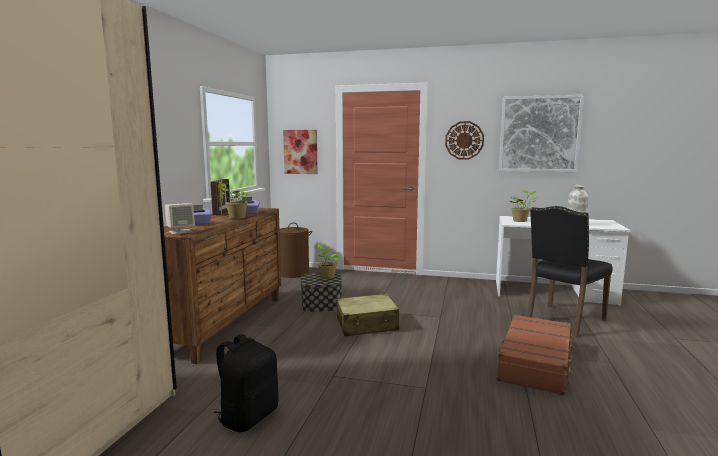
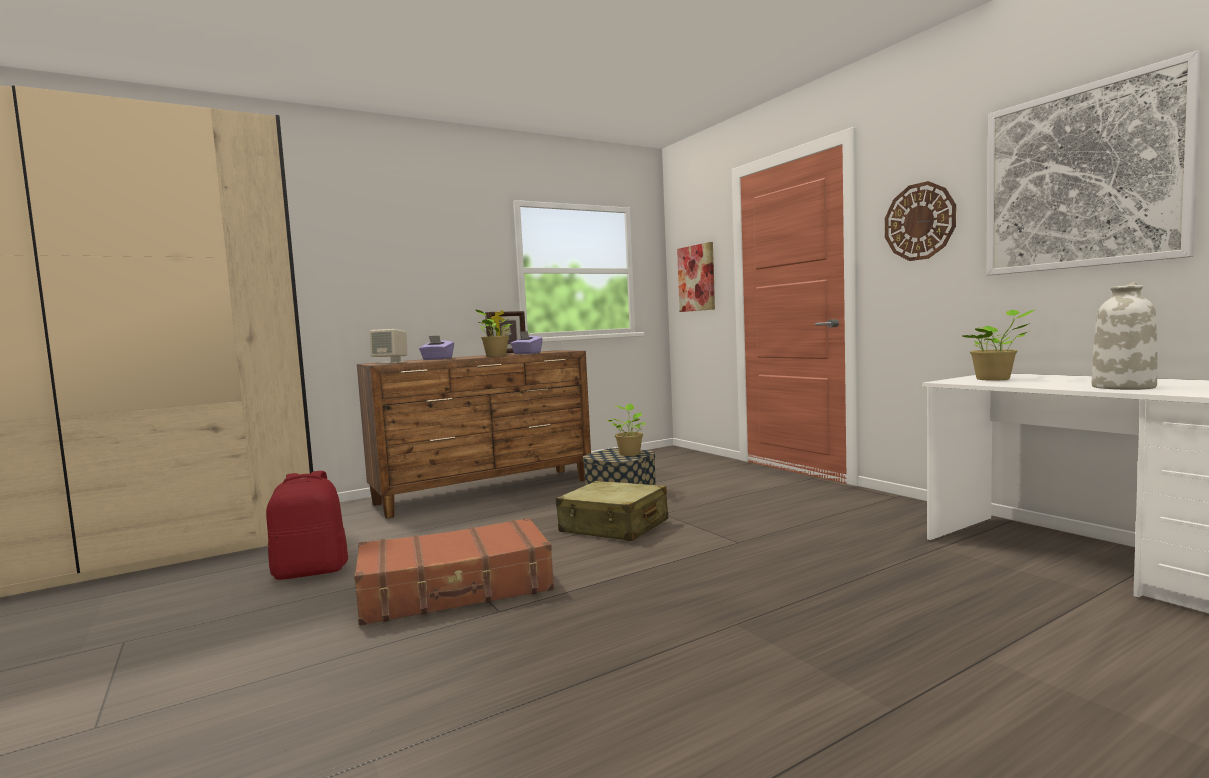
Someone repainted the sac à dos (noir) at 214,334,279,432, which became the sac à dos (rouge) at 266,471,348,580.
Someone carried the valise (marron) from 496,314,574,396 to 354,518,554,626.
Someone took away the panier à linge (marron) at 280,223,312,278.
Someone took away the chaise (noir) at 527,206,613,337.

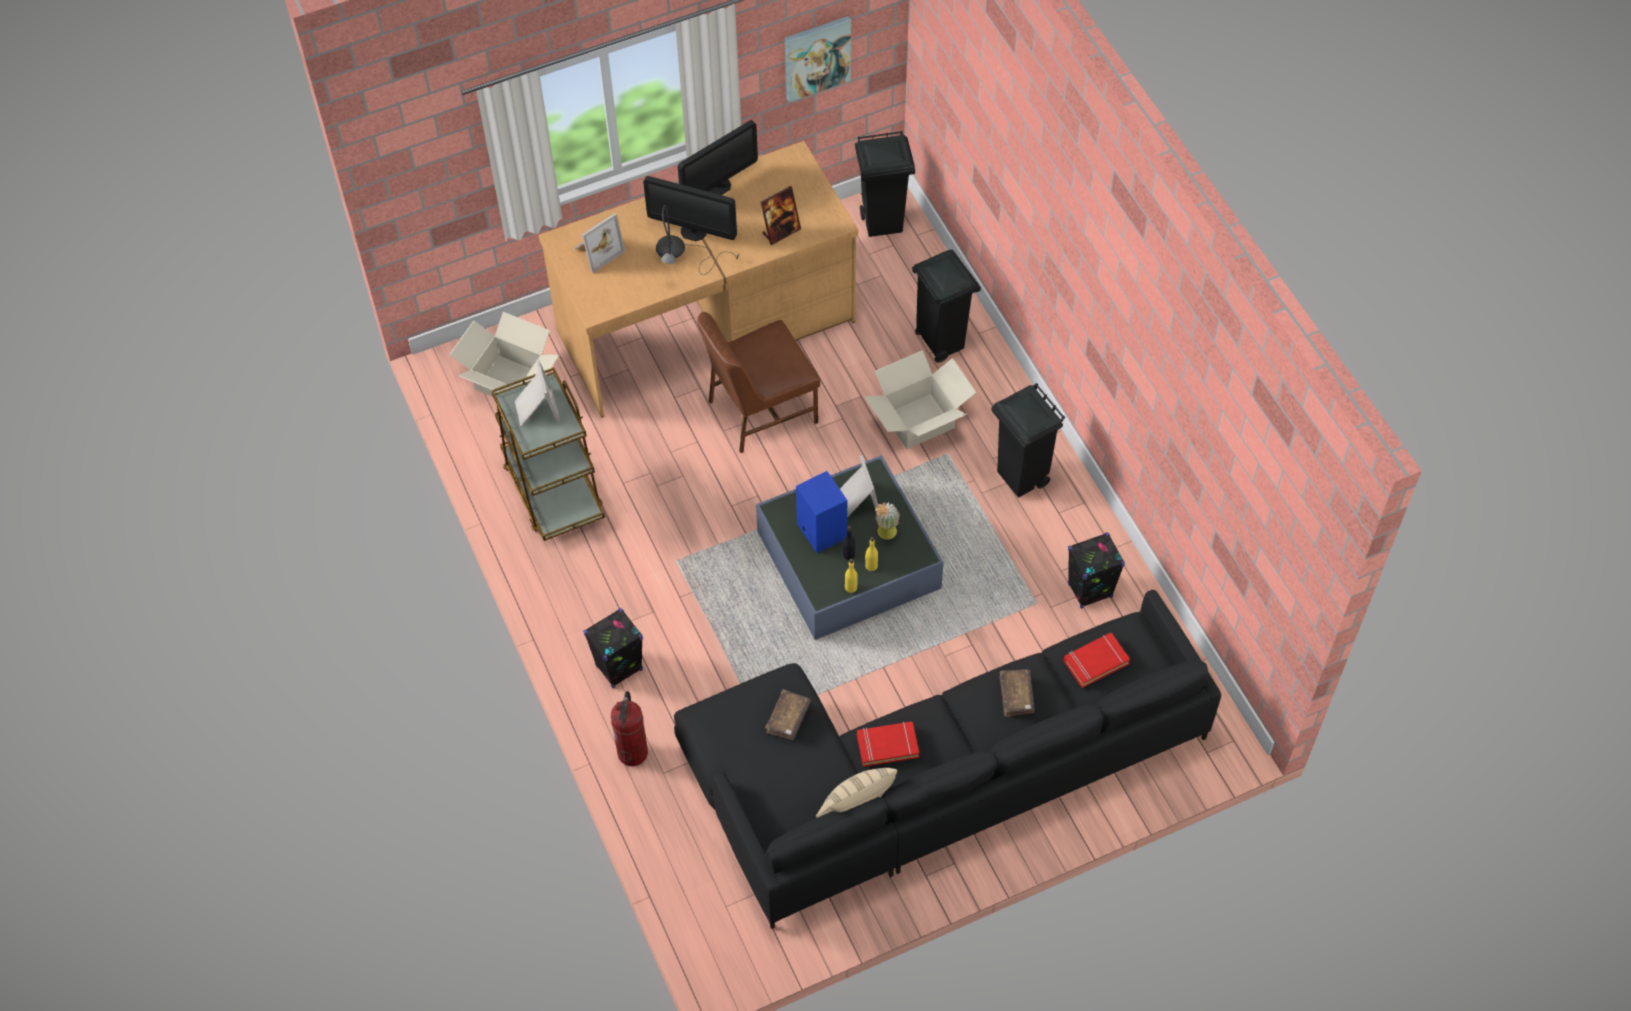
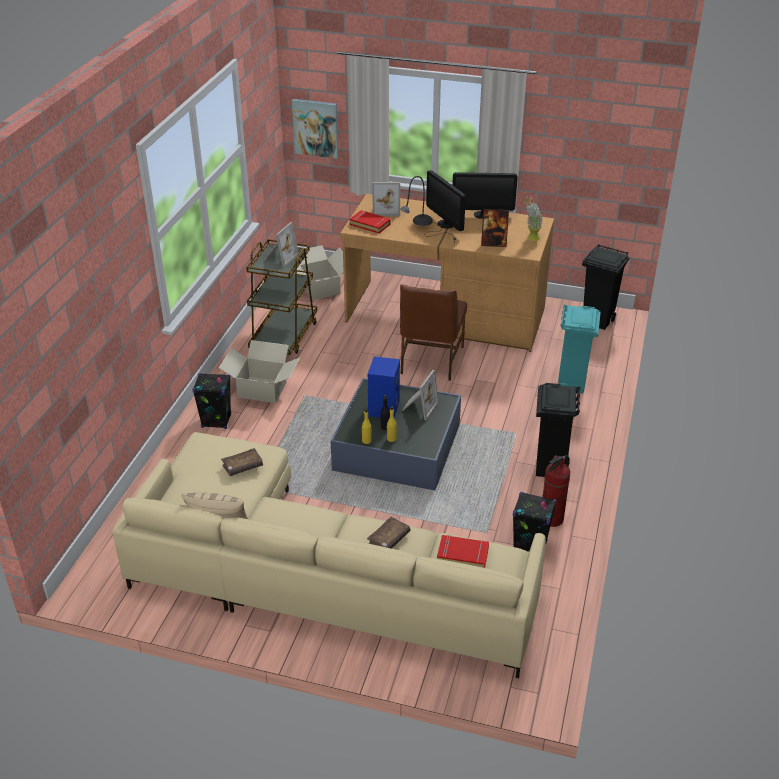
Someone repainted the canapé (noir) at 674,590,1221,929, which became the canapé (beige) at 112,432,546,679.
Someone carried the carton from 865,350,977,449 to 219,340,300,403.
Someone carried the tableau from 785,16,851,102 to 292,99,338,159.
Someone carried the livre (rouge) from 857,721,920,767 to 349,210,391,233.
Someone rotated the chaise (marron) at 697,312,821,453 by 90 degrees counterclockwise.
Someone carried the plante en pot from 875,502,900,540 to 523,197,543,241.
Someone carried the extincteur from 611,691,648,766 to 543,455,570,527.
Someone repainted the poubelle (noir) at 912,250,981,363, which became the poubelle (turquoise) at 558,304,601,394.

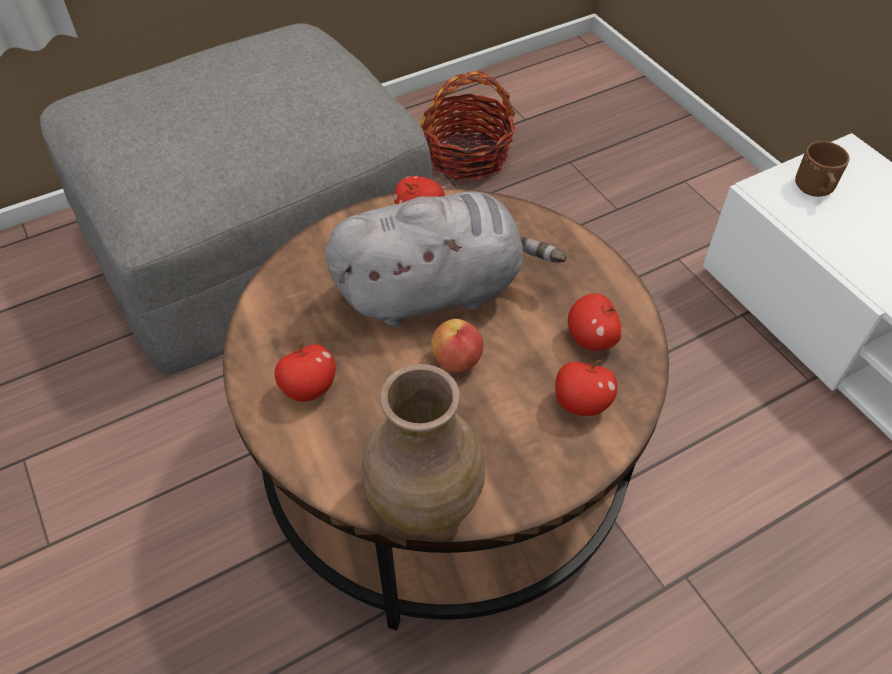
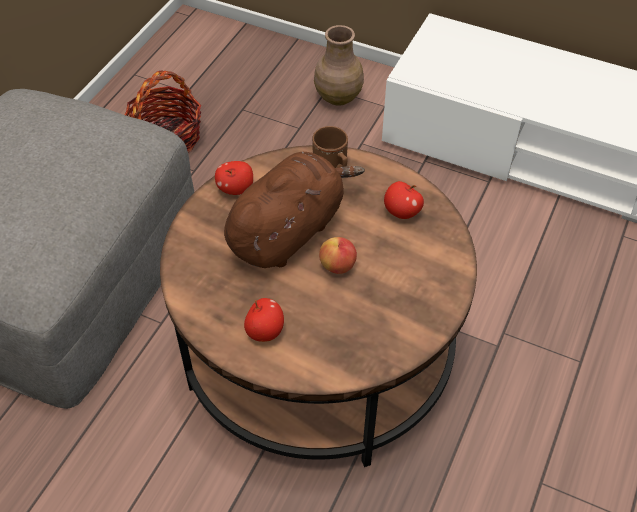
Someone repainted the peluche (gris) at 325,191,567,327, which became the peluche (marron) at 224,152,365,268.
Someone carried the mug (marron) from 795,141,850,197 to 312,126,348,168.
Someone carried the vase (marron) from 362,364,485,534 to 314,25,364,106.
Someone took away the pomme at 555,360,617,416.

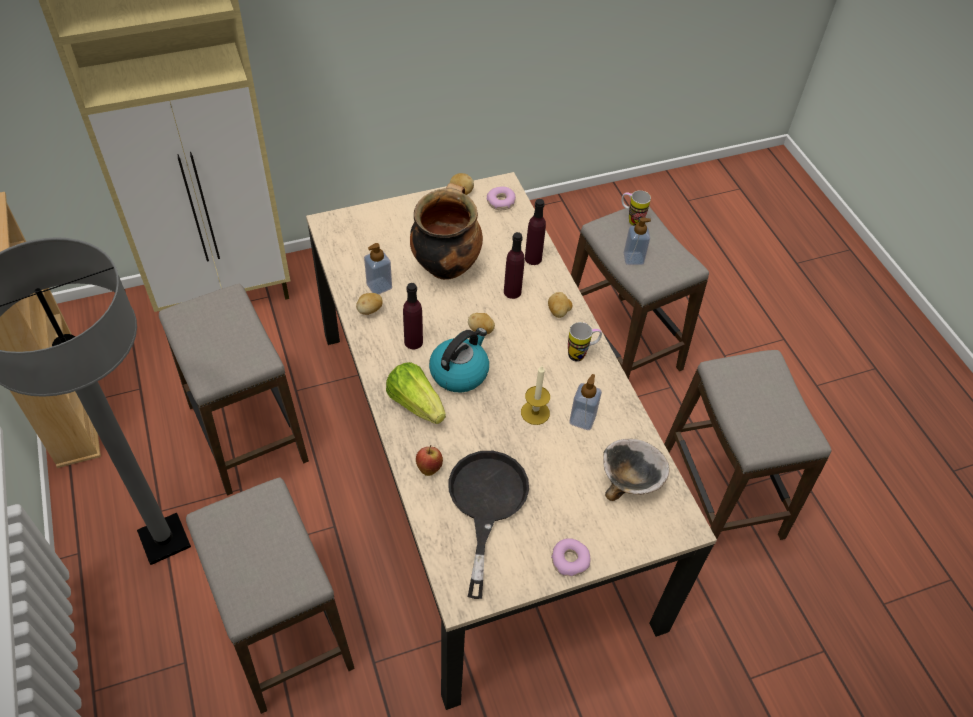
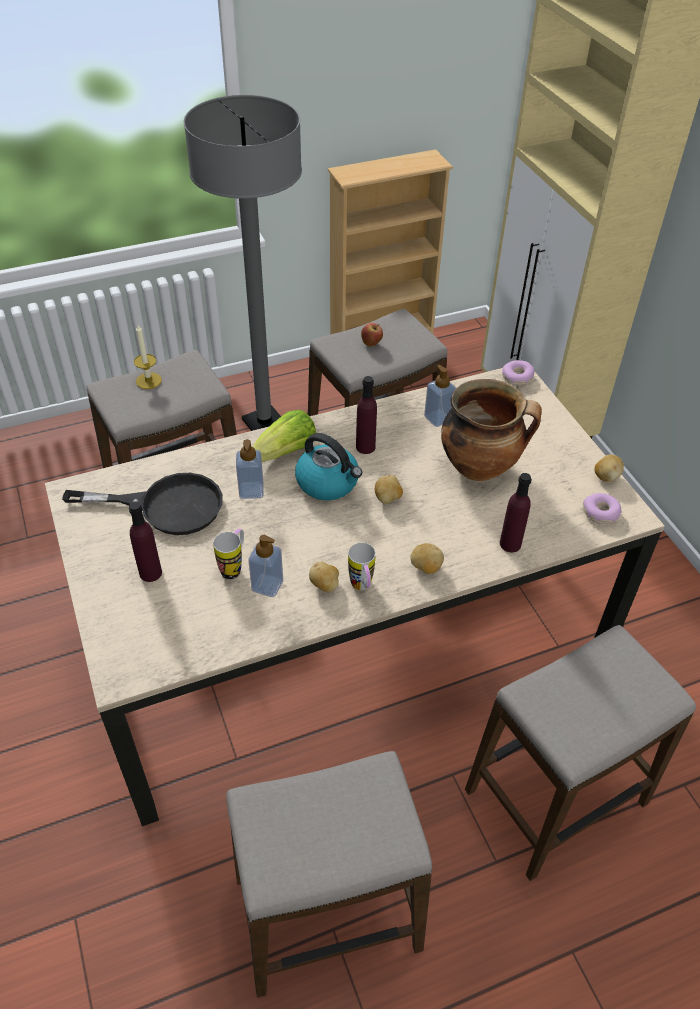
Someone carried the bouteille (violet) from 504,232,525,299 to 129,501,162,582.
Someone carried the bougie from 521,366,550,425 to 134,325,162,389.
Someone carried the mug from 622,190,651,226 to 213,529,244,579.
Someone carried the distributeur de savon from 624,217,651,265 to 236,439,264,499.
Someone carried the pomme de terre from 356,293,383,315 to 309,562,339,592.
Someone carried the pomme from 416,445,443,476 to 361,323,383,347.
Someone carried the beignet from 551,538,590,576 to 502,360,534,385.
Someone took away the bol at 603,439,669,501.

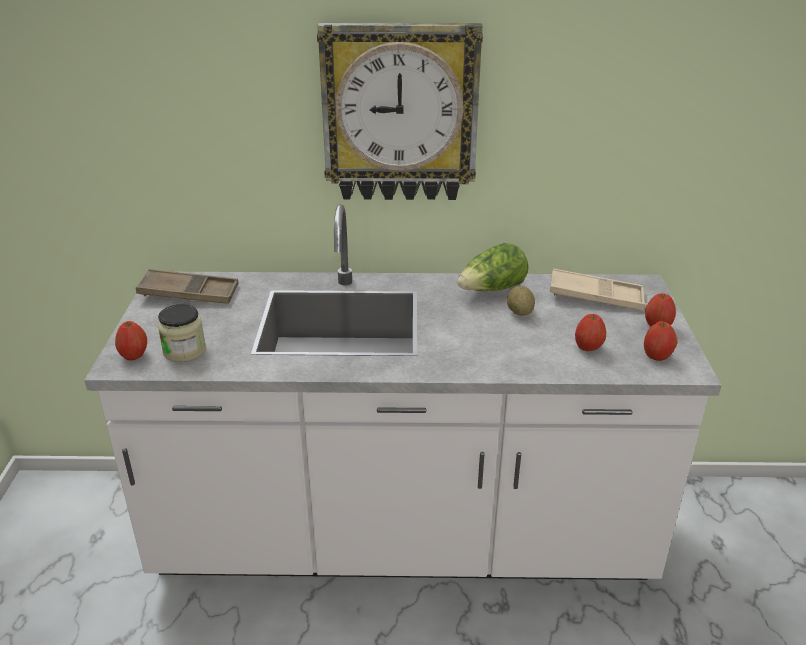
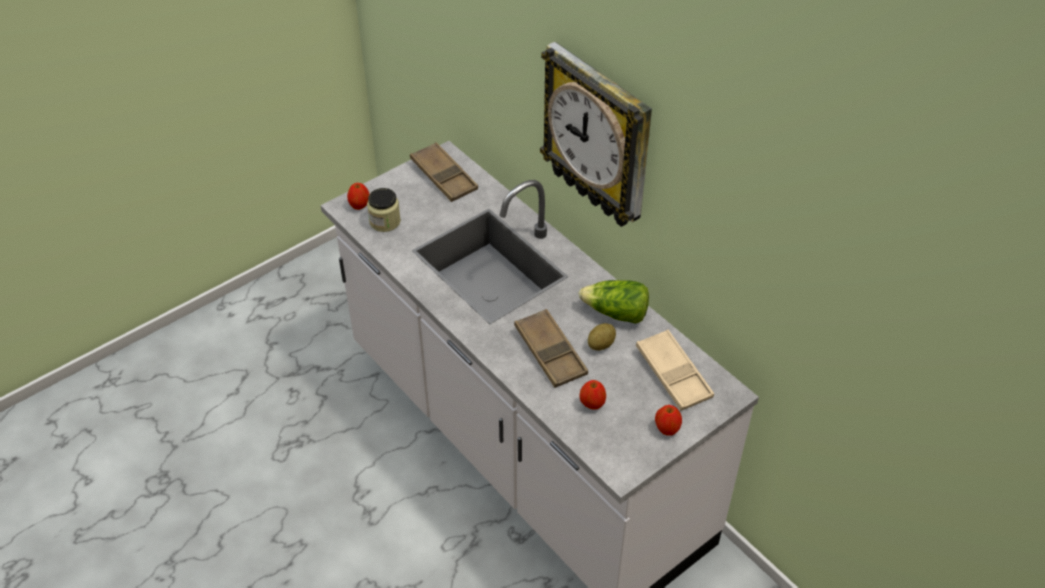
Someone put down the plateau (marron) at 514,309,588,388.
Someone took away the pomme at 644,321,677,361.

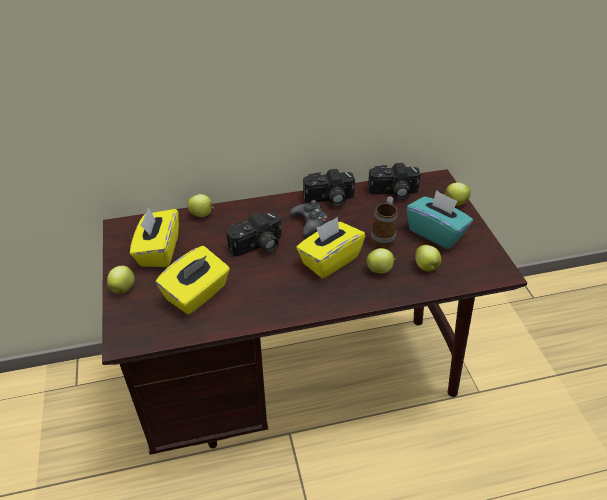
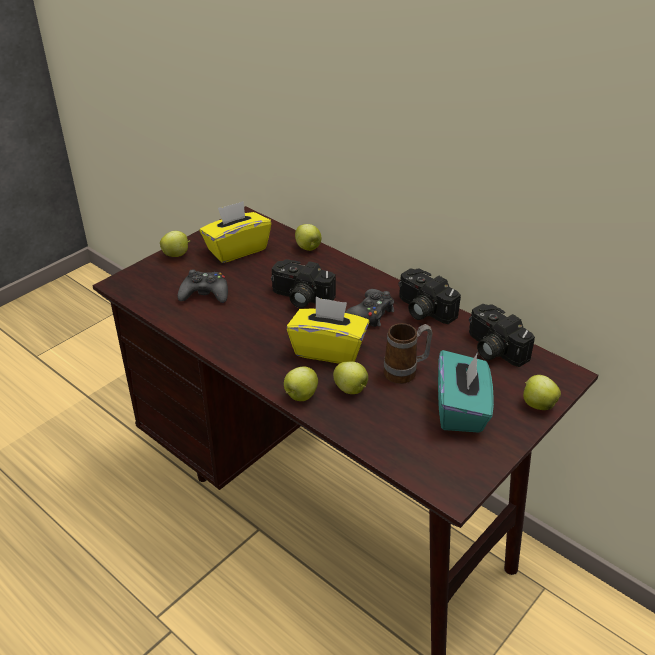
Someone swapped the boîte à mouchoirs (jaune) at 156,246,230,315 for the manette (noir) at 178,269,228,303.
Someone carried the pomme from 415,245,441,272 to 284,366,318,401.

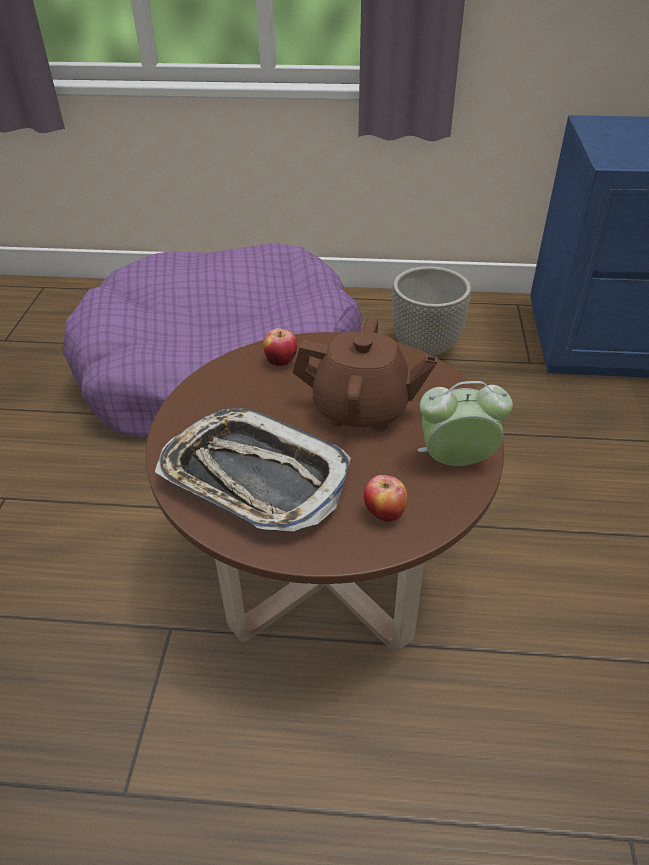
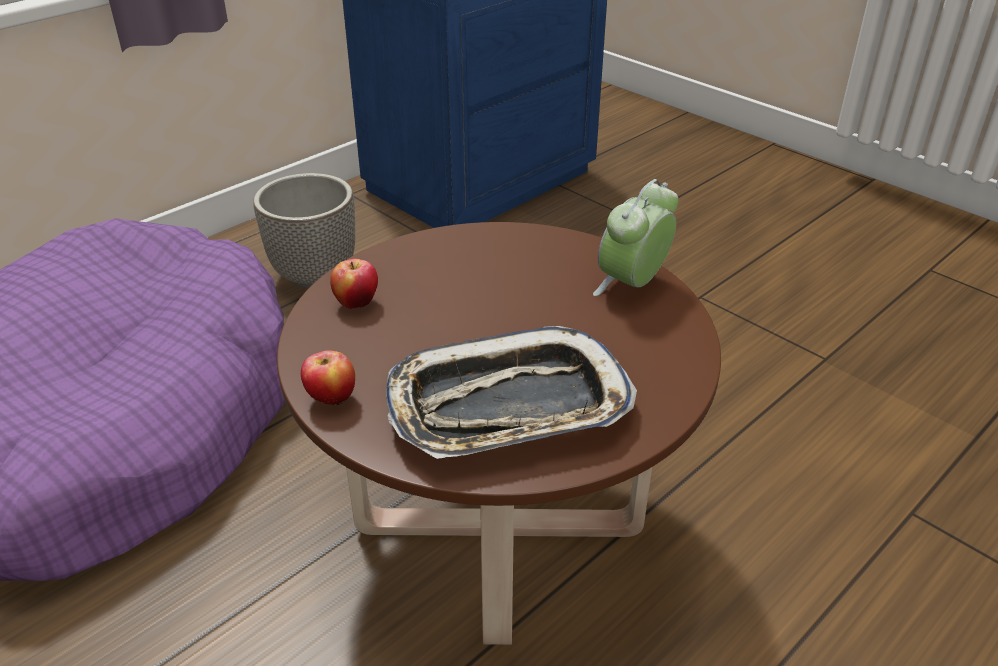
Someone carried the pomme from 364,475,408,522 to 301,350,355,406.
Someone took away the théière (marron) at 293,317,437,432.

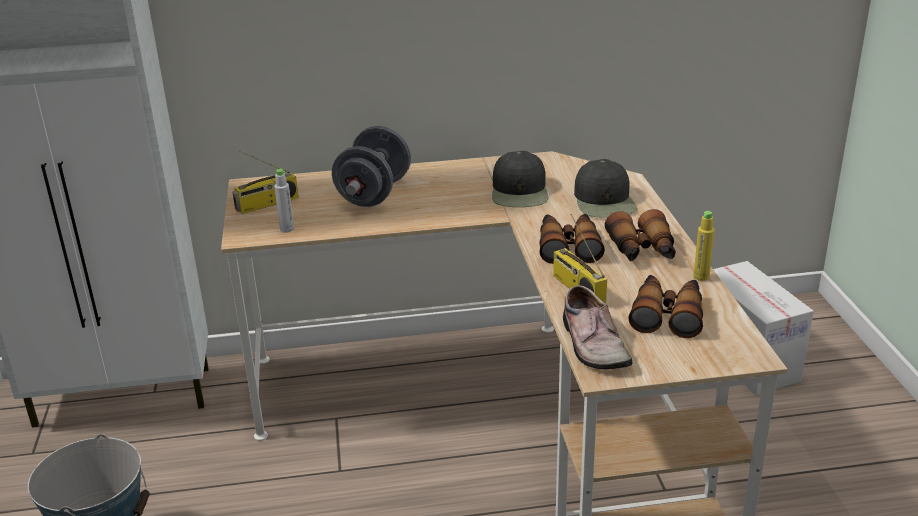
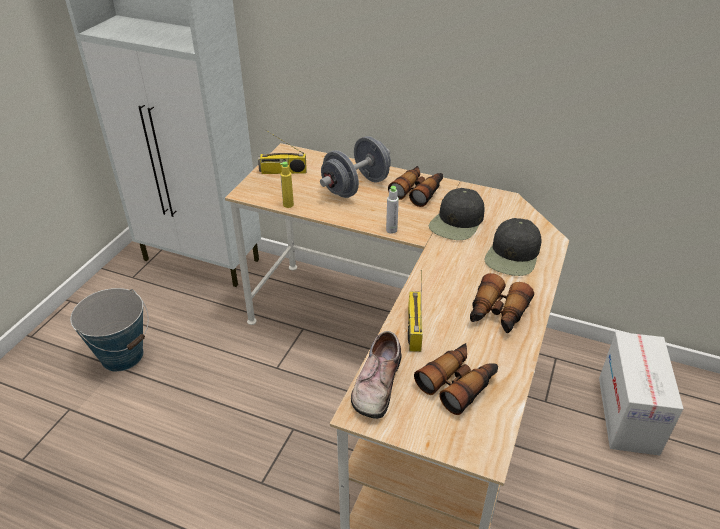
Someone carried the bouteille (jaune) from 693,211,715,281 to 280,162,294,208.
Someone carried the bouteille (gris) from 274,169,294,233 to 386,186,399,234.
Someone carried the jumelles from 539,214,605,264 to 388,166,443,207.

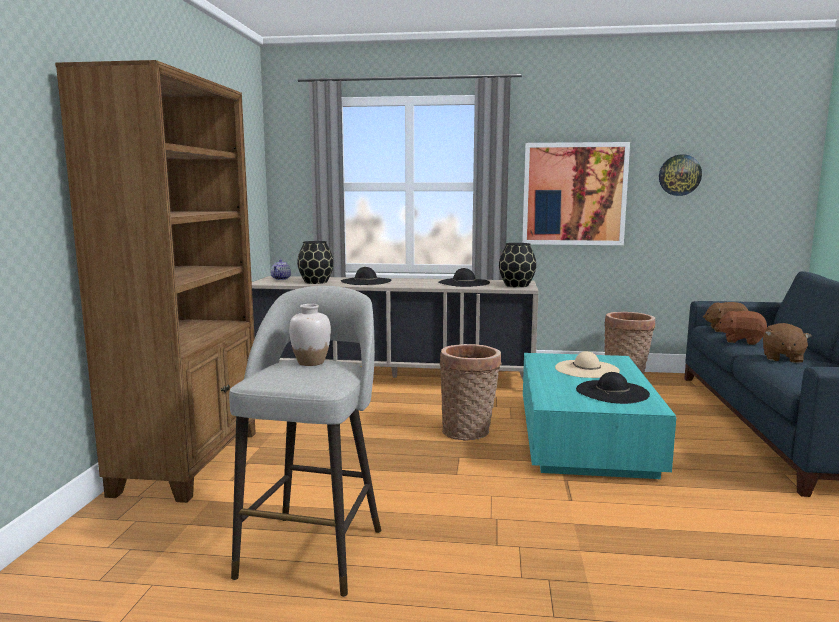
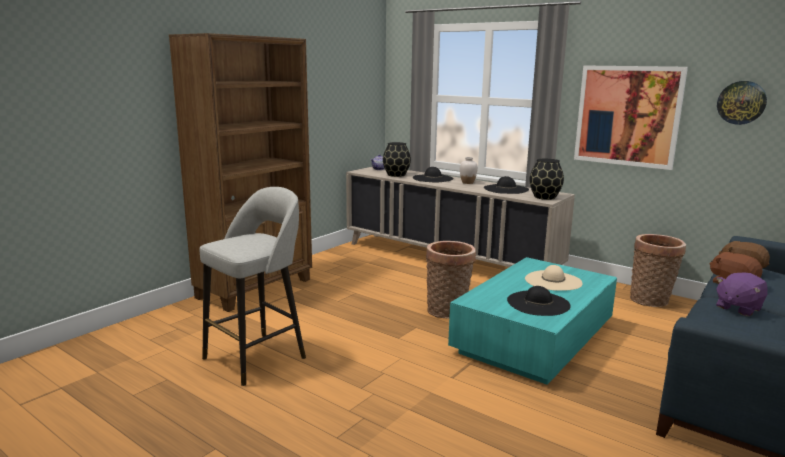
Someone carried the vase (blanc) from 289,304,331,366 to 460,157,478,184.
Someone repainted the peluche (marron) at 763,323,812,363, which became the peluche (violet) at 716,272,768,316.

